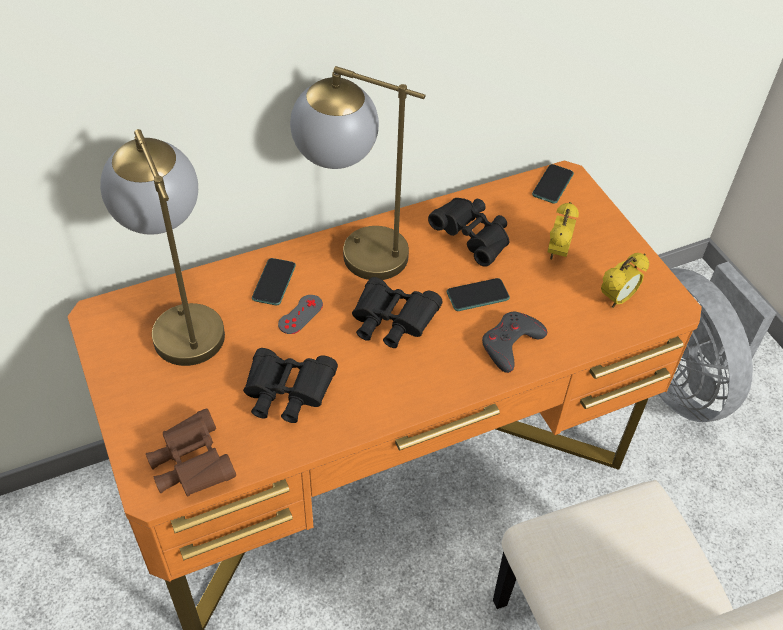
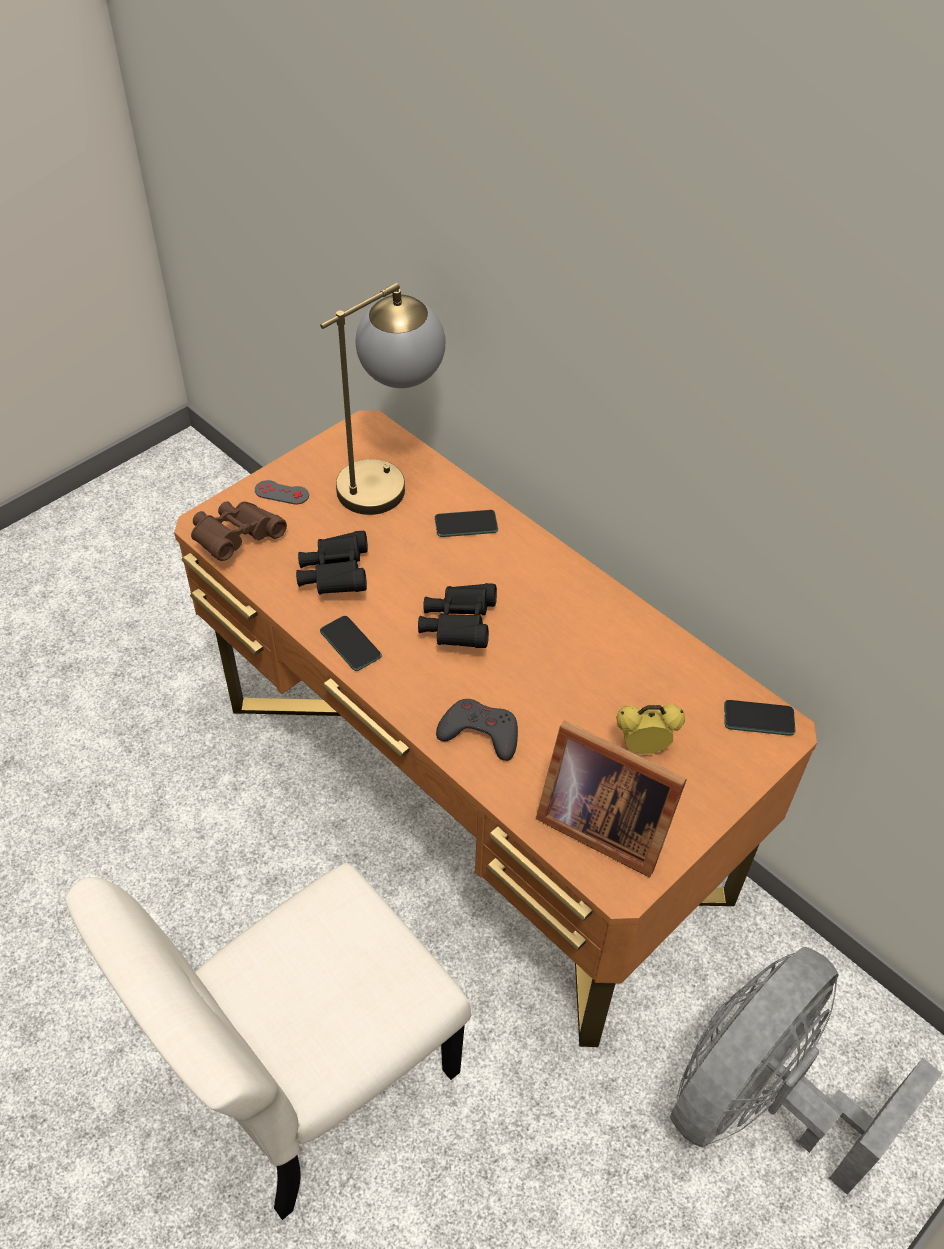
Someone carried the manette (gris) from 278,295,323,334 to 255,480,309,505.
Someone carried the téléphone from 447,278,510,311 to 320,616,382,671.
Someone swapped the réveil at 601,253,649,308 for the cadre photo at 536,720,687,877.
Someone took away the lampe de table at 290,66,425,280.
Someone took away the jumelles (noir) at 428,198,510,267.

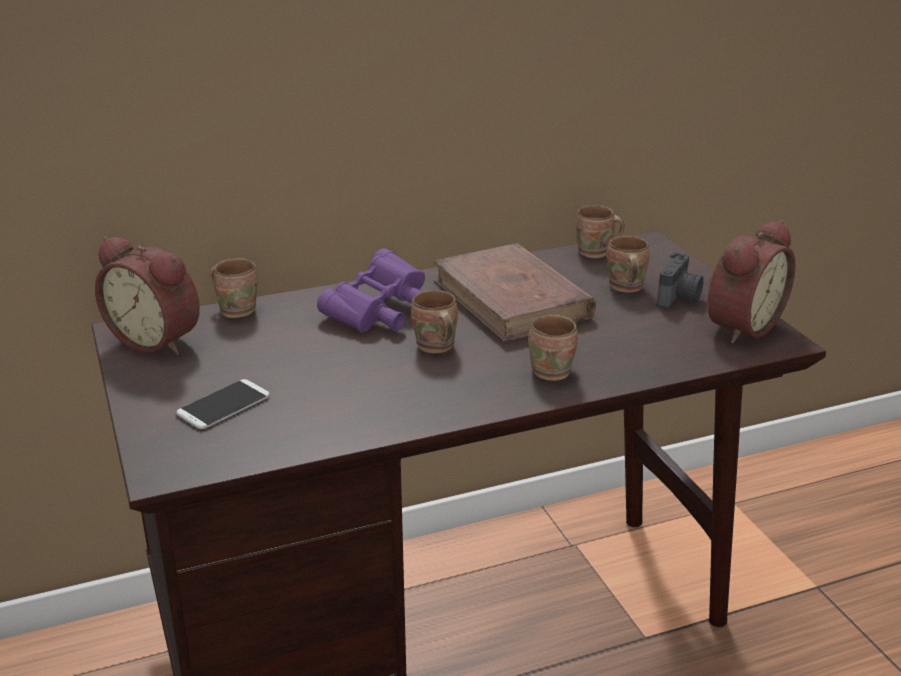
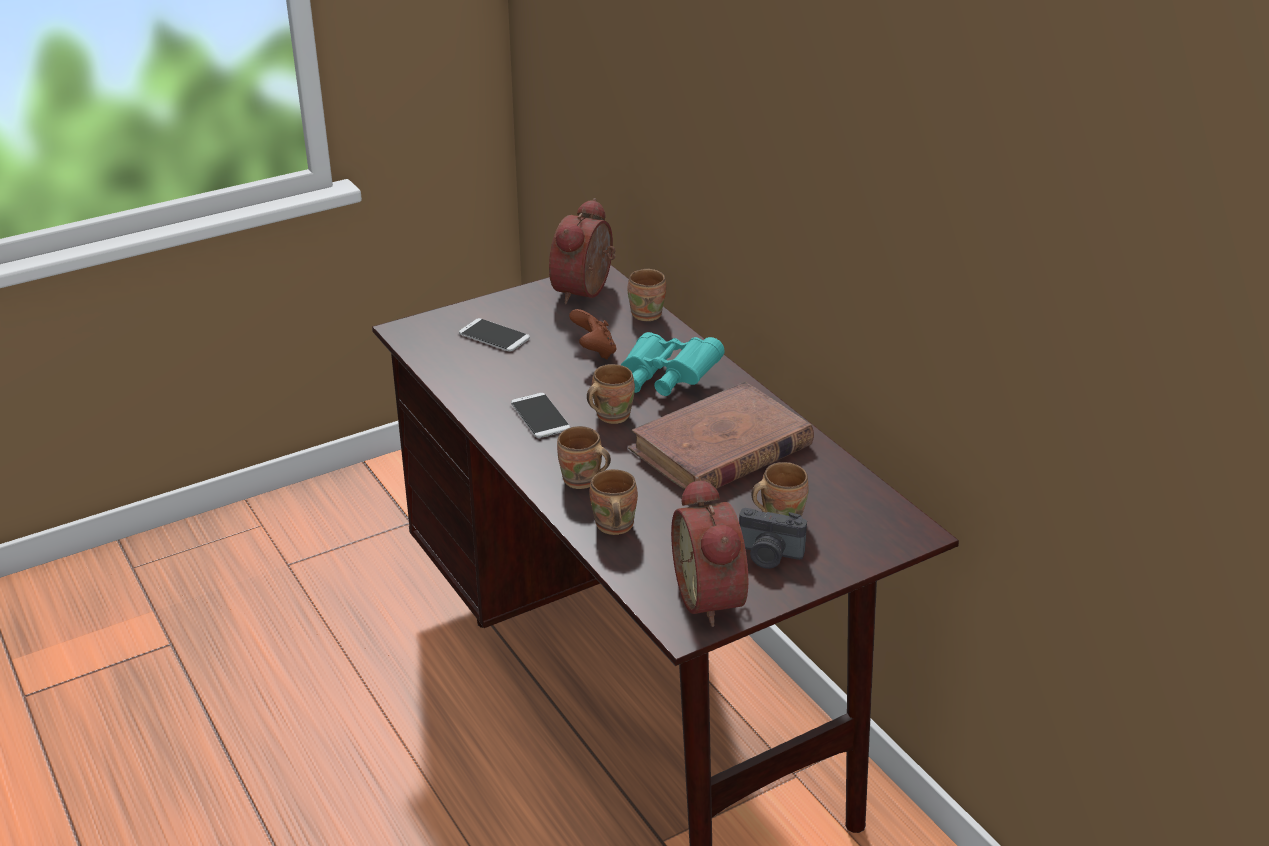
Someone put down the téléphone at 511,393,570,438.
Someone put down the manette (marron) at 569,309,616,360.
Someone carried the mug (marron) from 576,205,624,258 to 589,469,638,535.
Someone repainted the jumelles (violet) at 317,248,425,332, which became the jumelles (turquoise) at 621,332,725,396.
Someone rotated the réveil at 707,220,795,343 by 45 degrees clockwise.

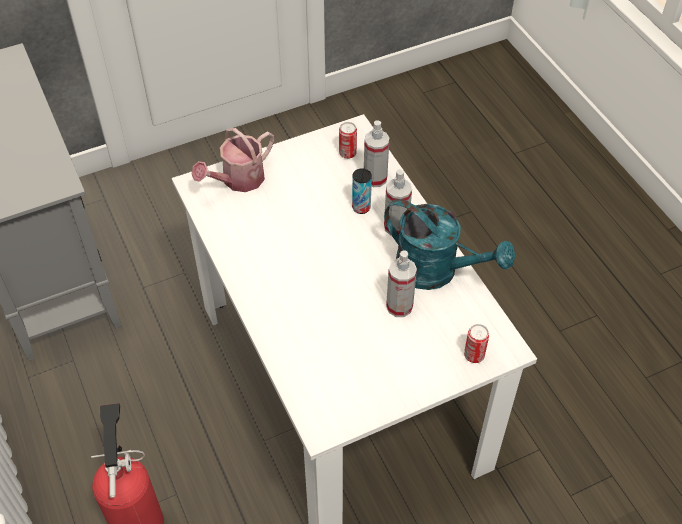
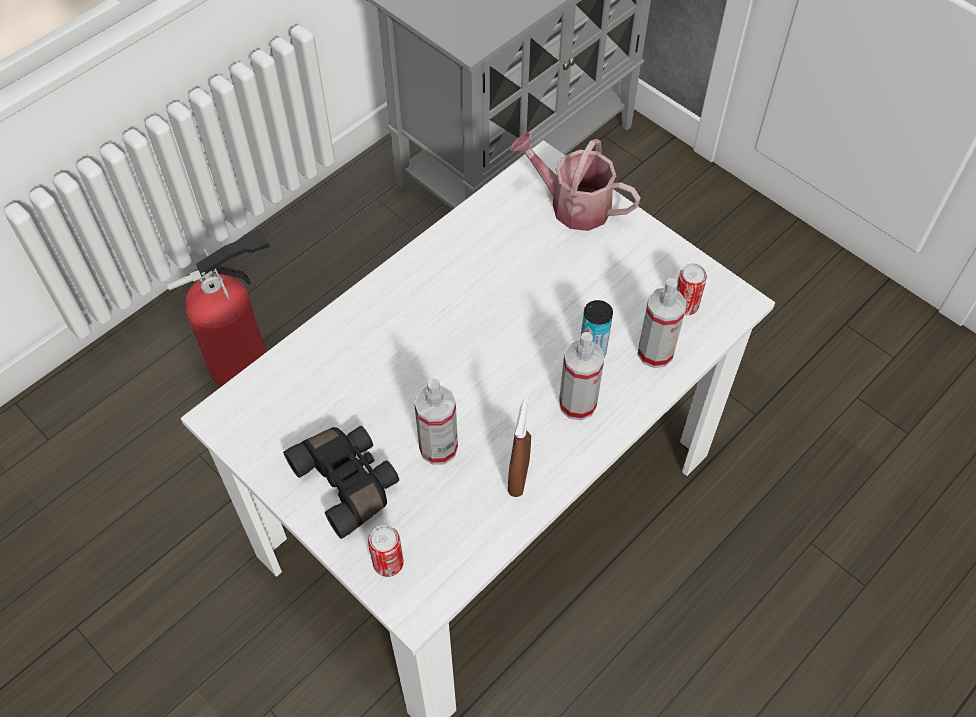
Someone put down the jumelles (noir) at 283,426,399,539.
Someone swapped the arrosoir (turquoise) at 384,199,515,290 for the vaporisateur (marron) at 508,398,531,497.

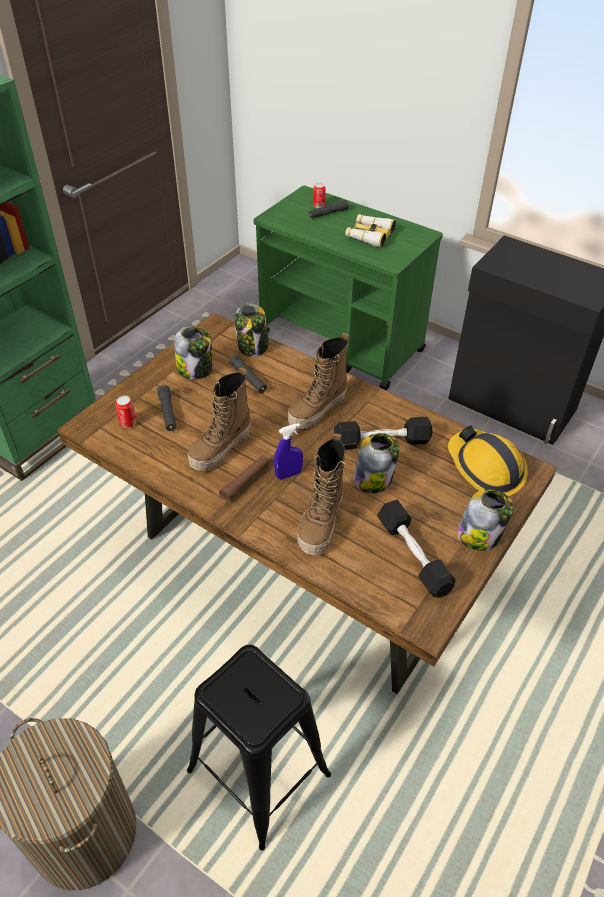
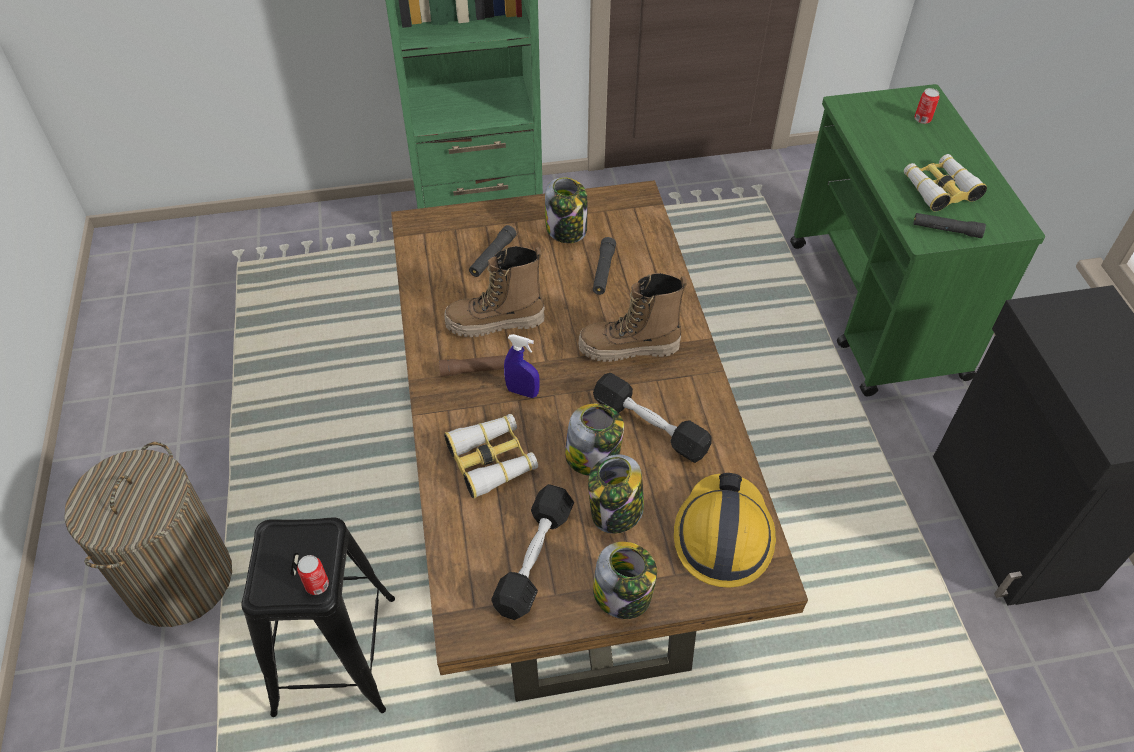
Someone carried the boîte métallique from 116,396,136,428 to 297,555,329,595.
Someone swapped the botte at 297,434,346,555 for the jumelles at 444,414,538,499.
Someone carried the bocal from 234,303,269,357 to 588,455,644,534.
Someone carried the lampe de poche (noir) from 309,200,349,219 to 913,213,986,238.

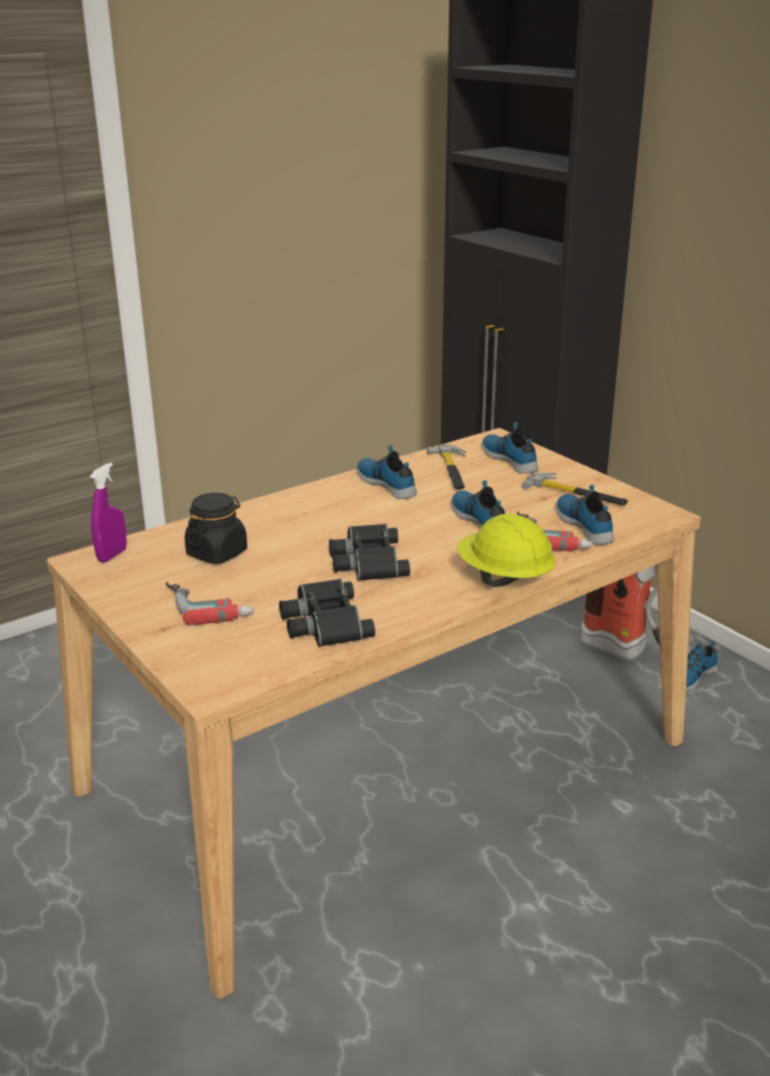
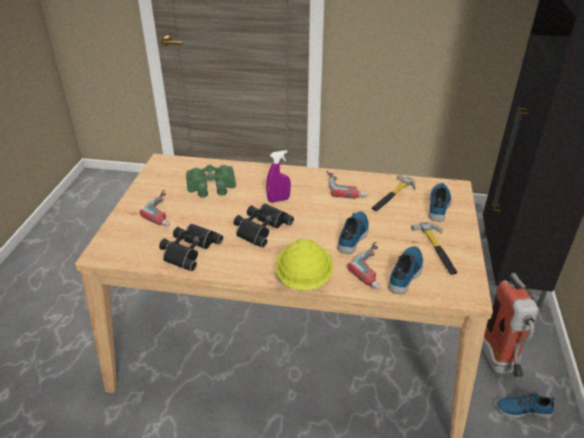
Someone swapped the bocal (noir) at 185,493,247,564 for the jumelles (vert) at 186,165,236,198.
Someone carried the vaporisateur (violet) from 90,463,127,562 to 266,150,291,203.
Someone swapped the chaussure at 356,445,417,499 for the perceuse at 327,170,368,199.

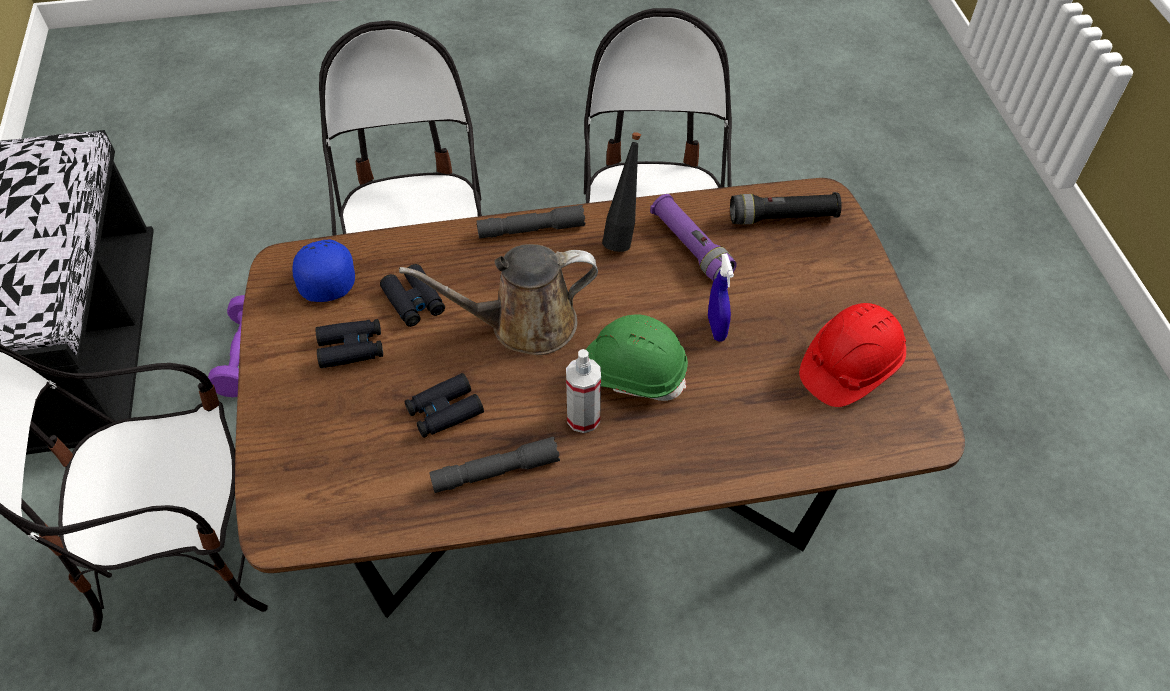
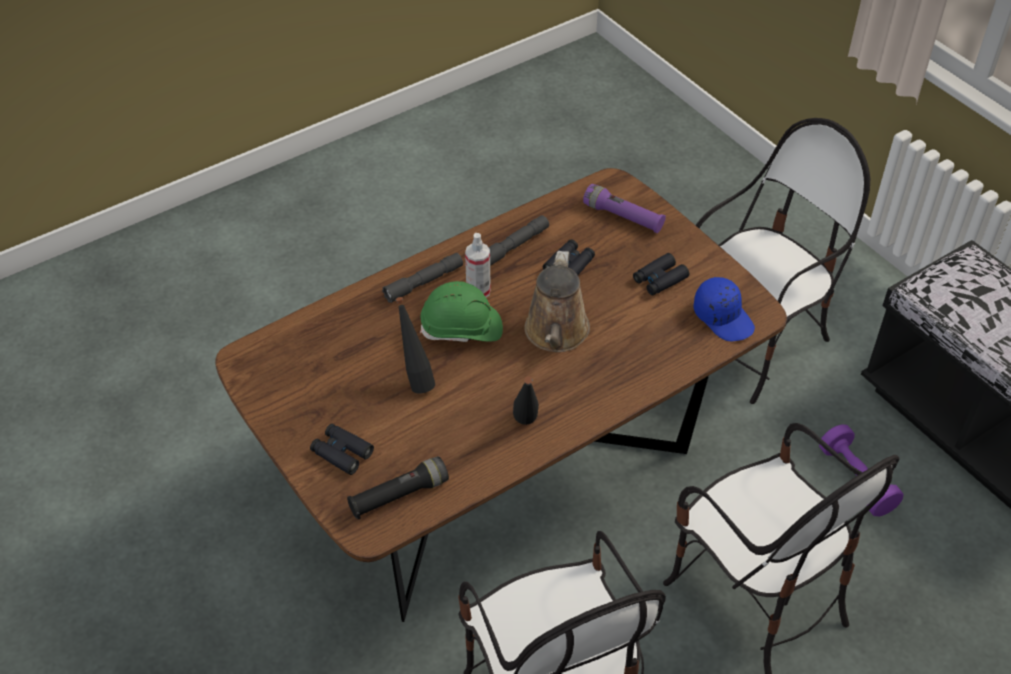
Someone carried the jumelles (noir) from 380,264,445,327 to 310,424,374,475.
Someone carried the lampe de poche (gris) from 477,205,585,239 to 382,253,463,303.
Someone swapped the vaporisateur (bleu) at 708,254,734,341 for the bouteille (noir) at 396,297,435,394.
Someone rotated the arrosoir (marron) at 399,244,598,355 by 135 degrees clockwise.
Someone carried the lampe de poche (violet) from 650,194,737,281 to 583,184,666,233.
Someone took away the casque de chantier (rouge) at 799,303,906,407.

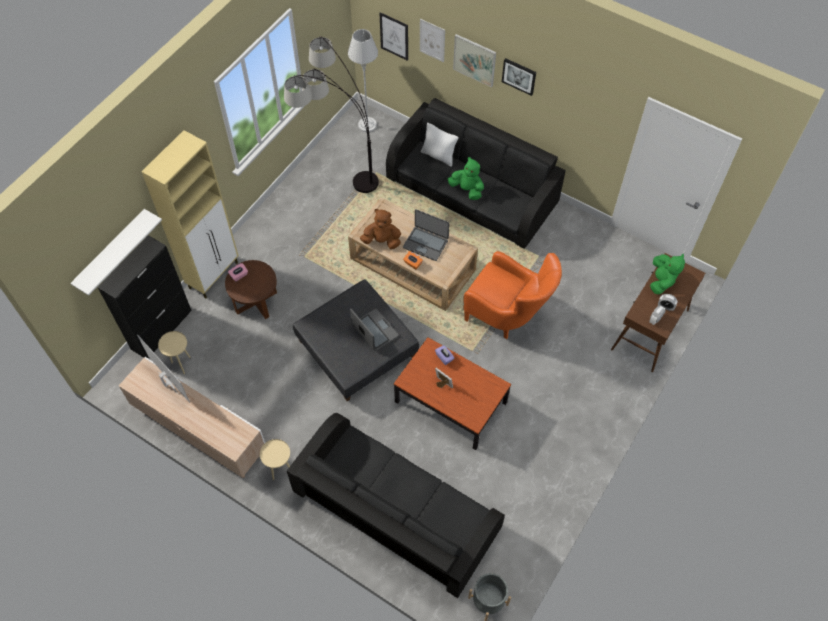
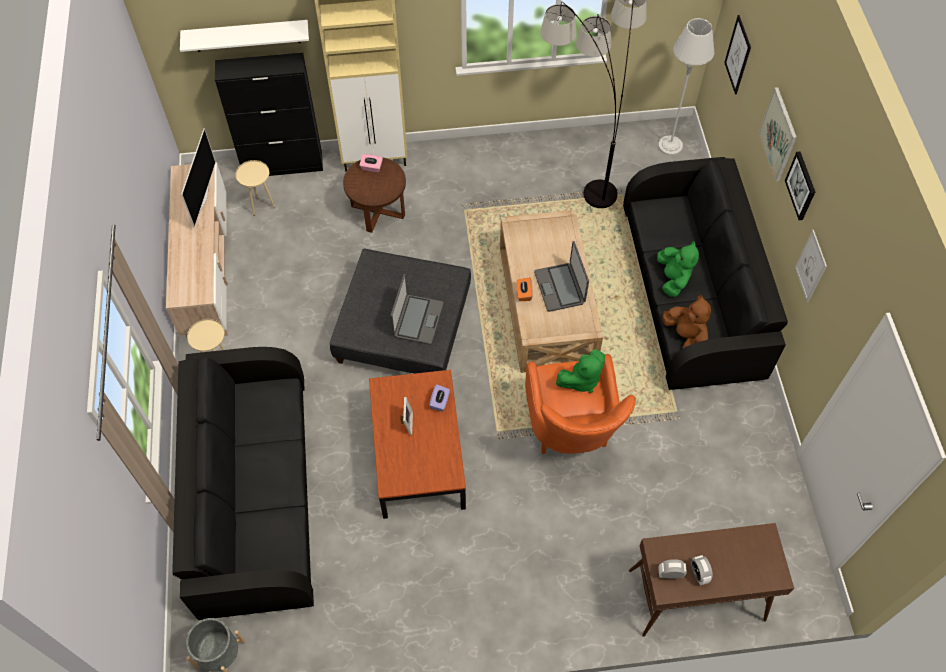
Someone carried the peluche (vert) from 650,254,685,294 to 556,349,605,393.
Someone carried the peluche (marron) from 360,209,401,249 to 662,294,711,349.
Someone carried the tableau from 420,19,445,62 to 795,230,827,302.
Someone took away the coussin (blanc) at 421,123,459,167.

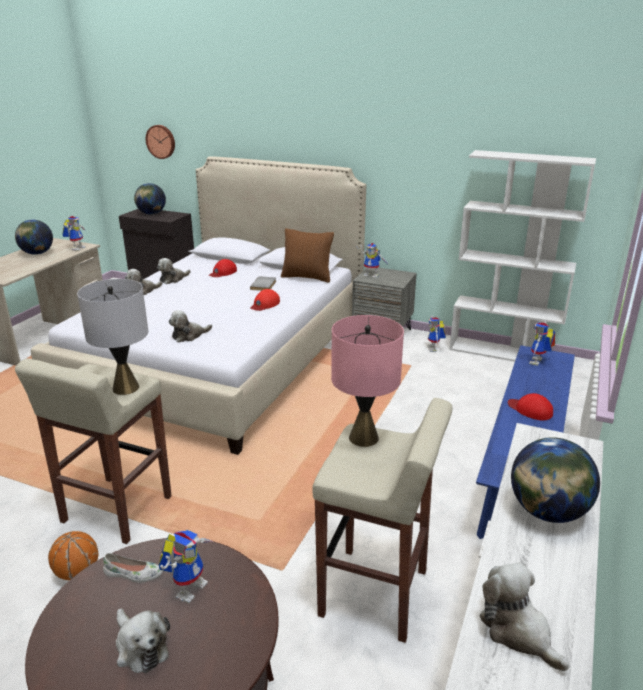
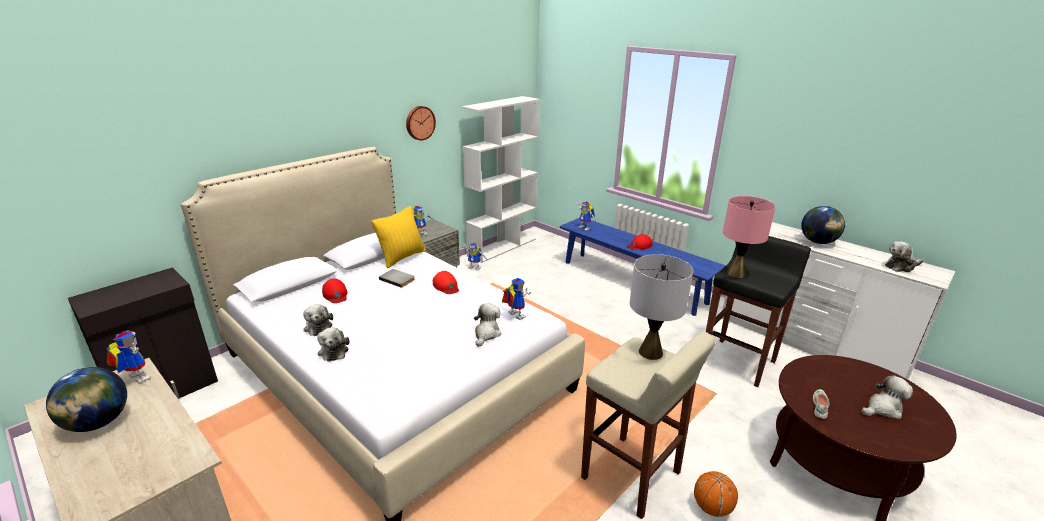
Someone repainted the coussin (marron) at 281,228,334,283, which became the coussin (jaune) at 371,206,426,268.
Someone carried the horloge murale from 146,125,175,159 to 406,106,436,141.
Someone rotated the peluche at 169,310,212,342 by 150 degrees counterclockwise.
Someone carried the robot jouet from 159,529,214,604 to 502,278,531,320.
Someone repainted the tabouret (beige) at 312,398,452,643, which became the tabouret (noir) at 706,236,811,387.
Someone took away the globe at 134,183,166,215.

